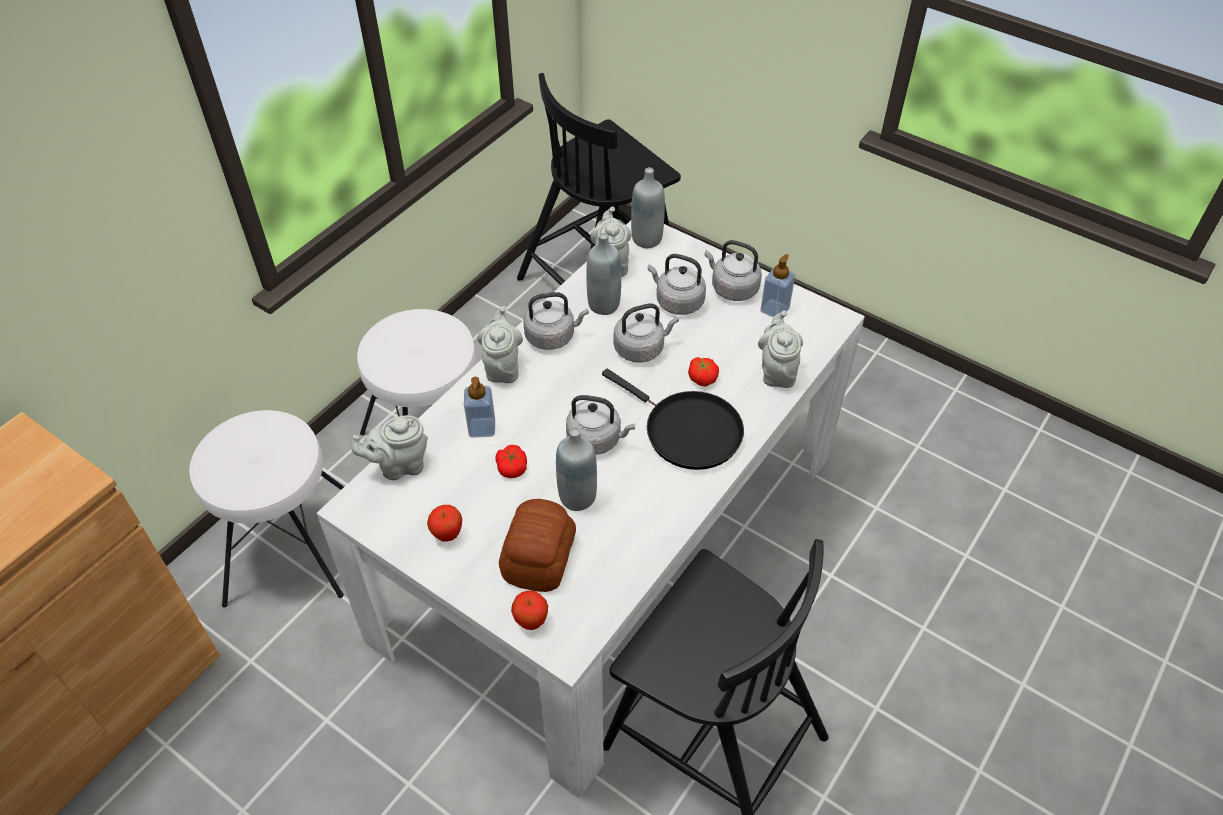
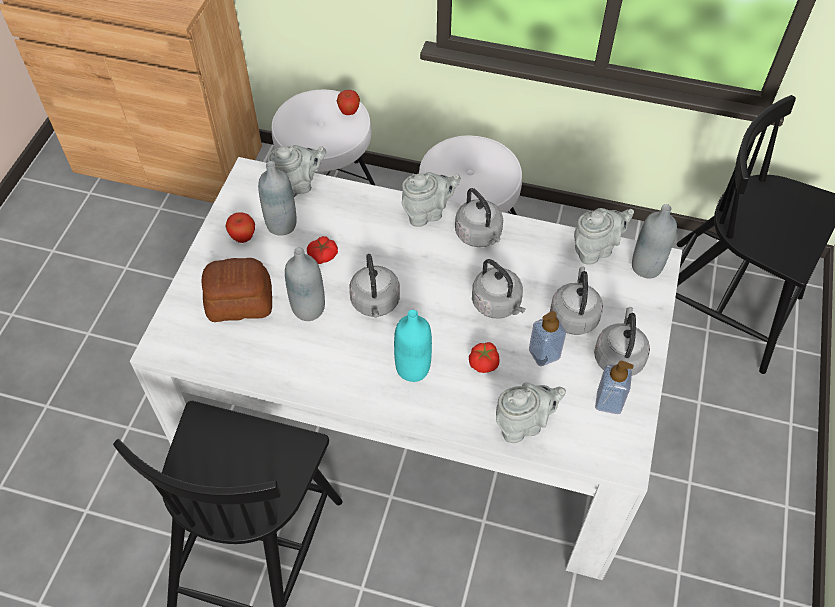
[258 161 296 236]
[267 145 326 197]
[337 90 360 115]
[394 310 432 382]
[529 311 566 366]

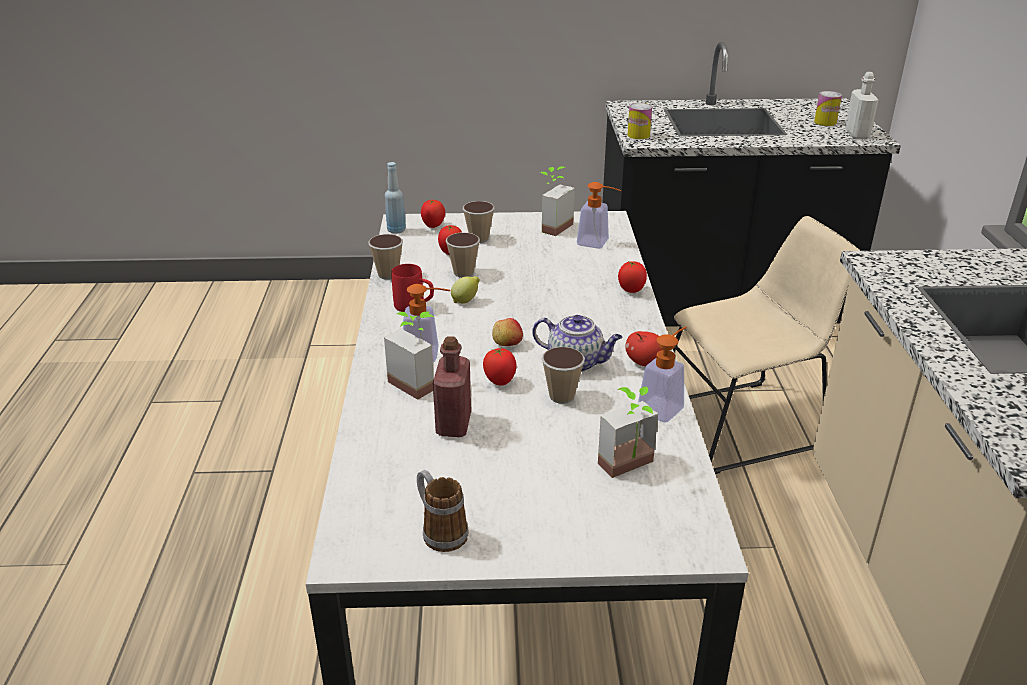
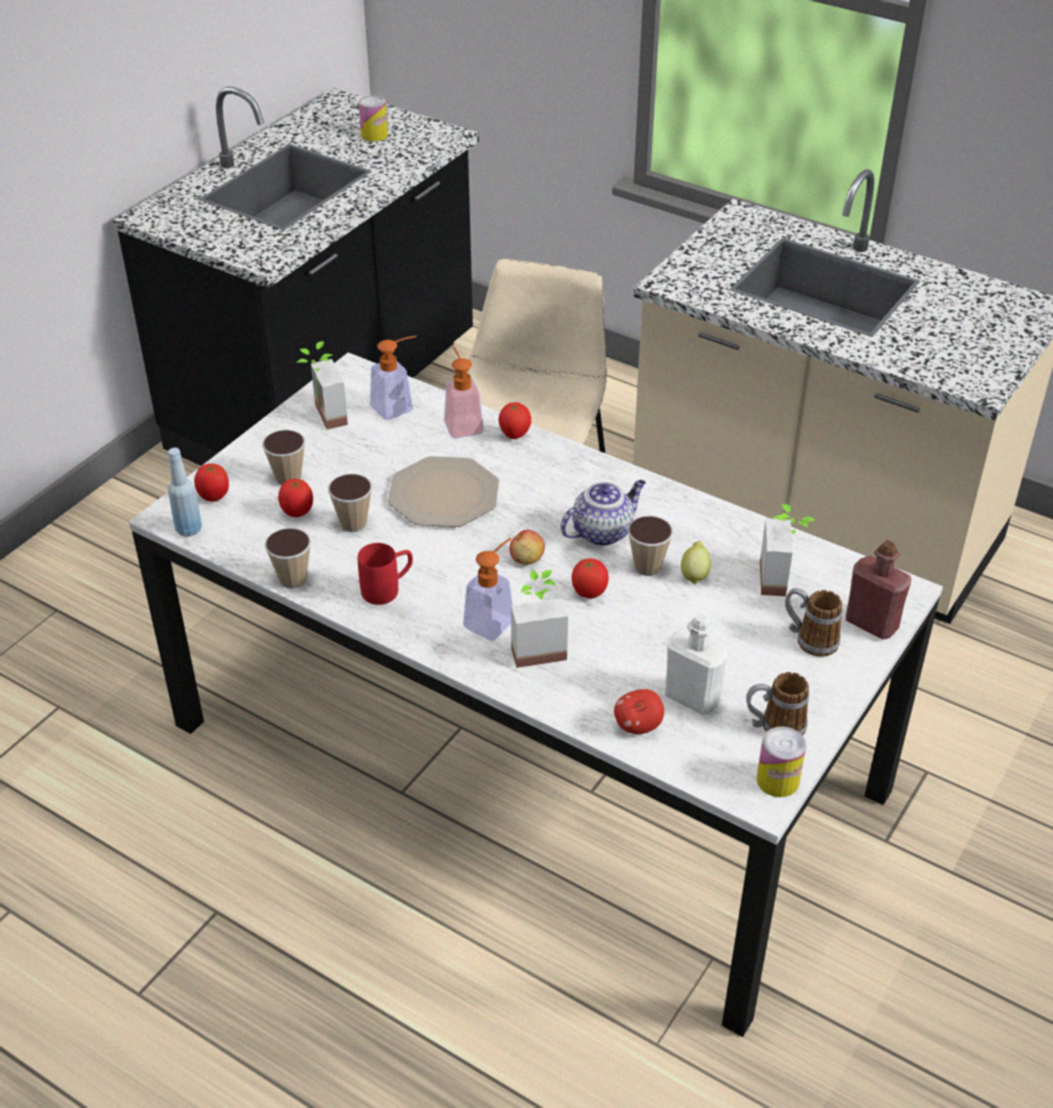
[388 456 499 527]
[444 346 484 439]
[614 689 664 734]
[665 613 728 715]
[681 541 711 585]
[757 726 806 797]
[785 588 842 657]
[846 540 912 640]

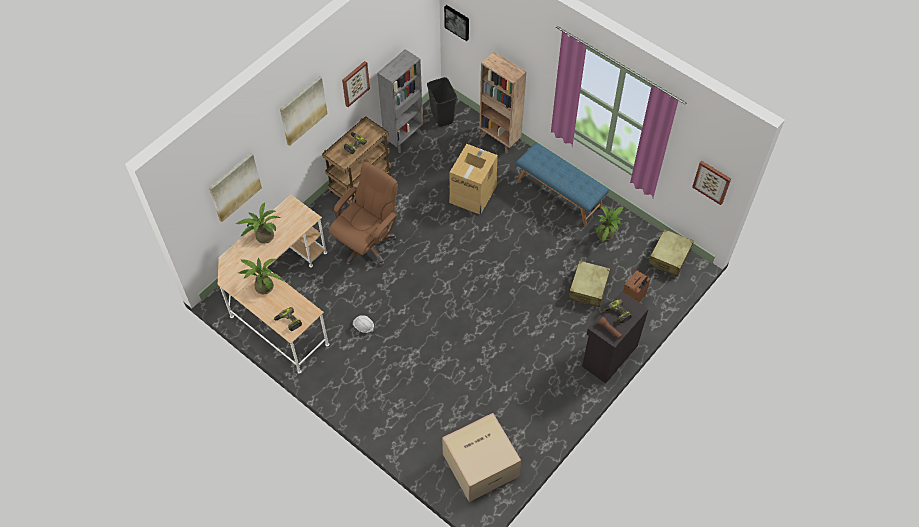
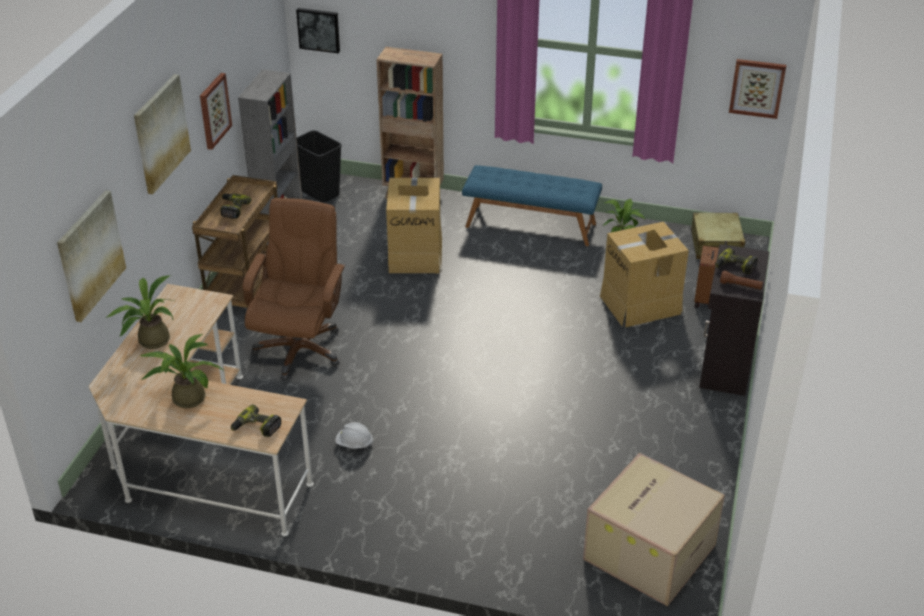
[600 222 689 327]

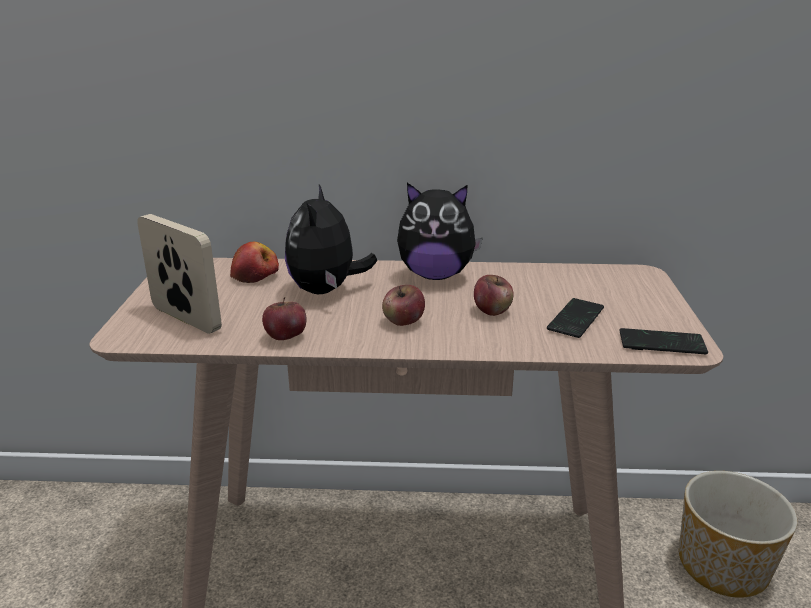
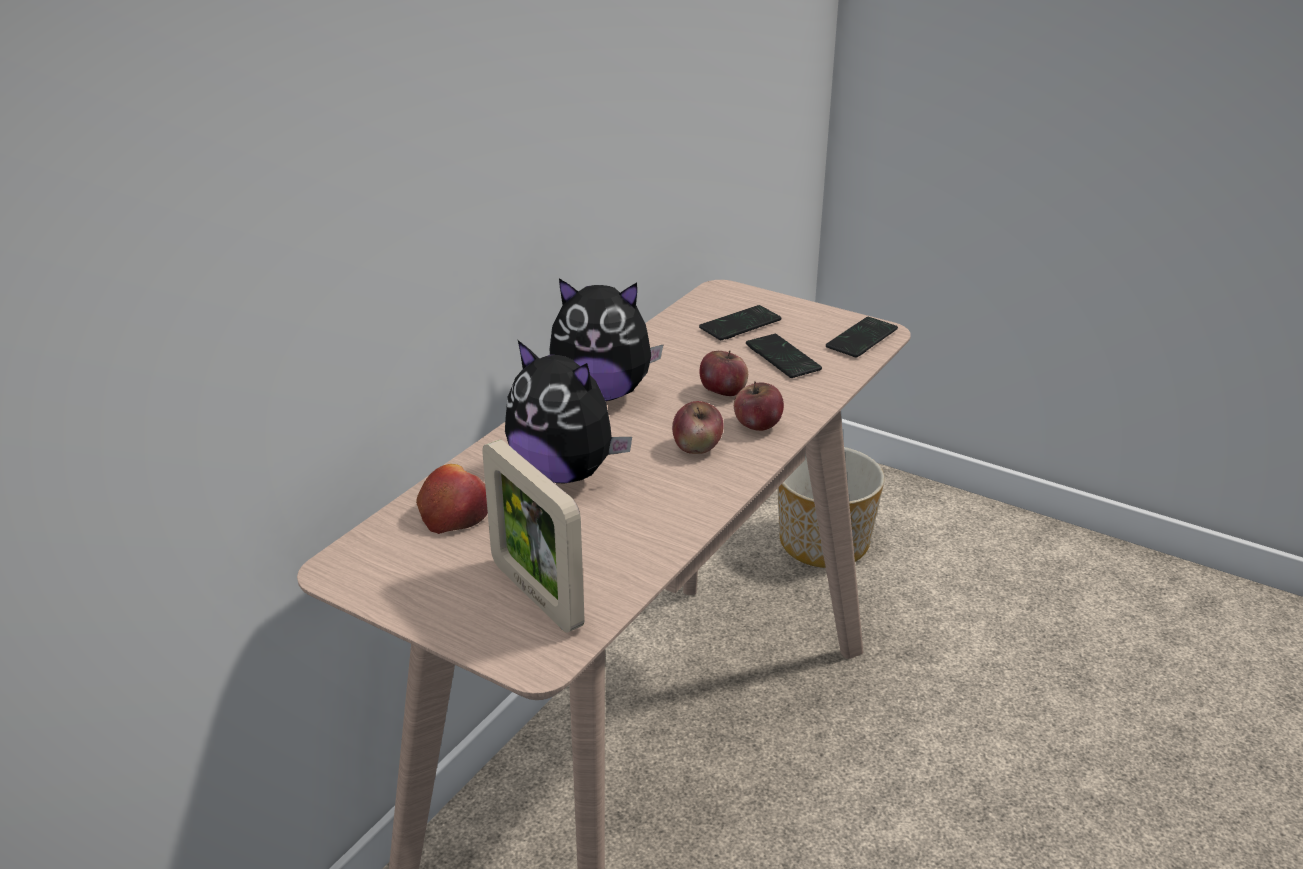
[482 439 585 633]
[549 278 664 401]
[699 305 782 340]
[734 381 784 431]

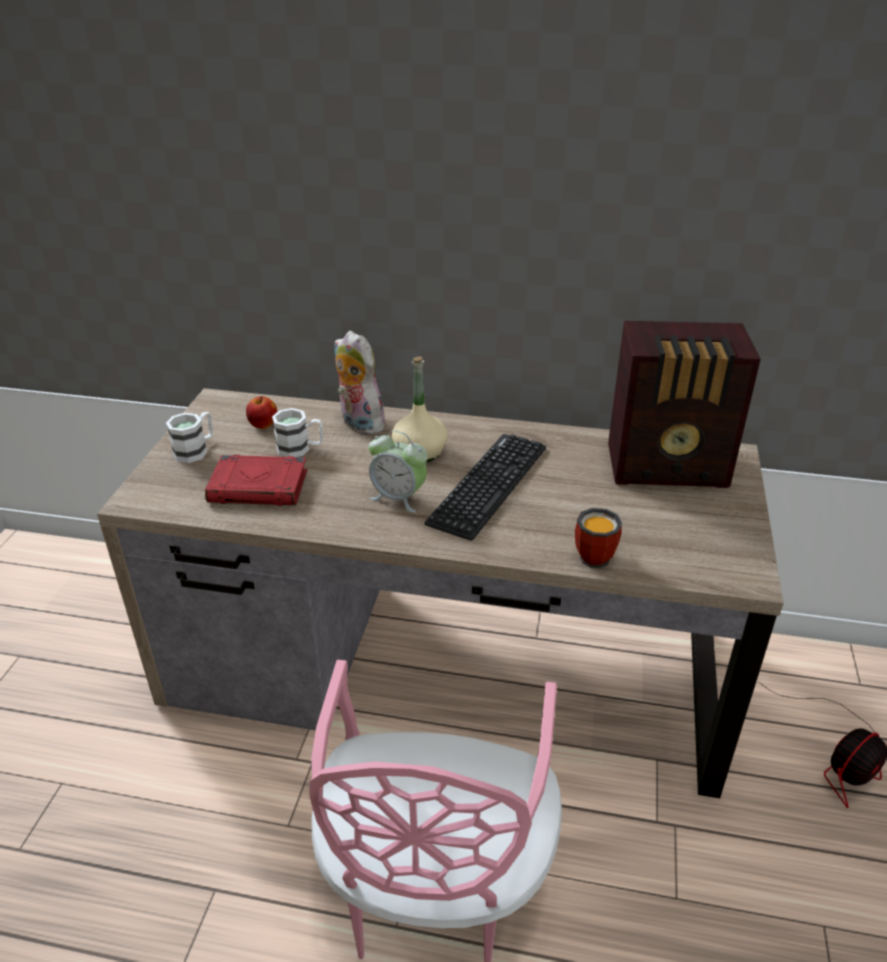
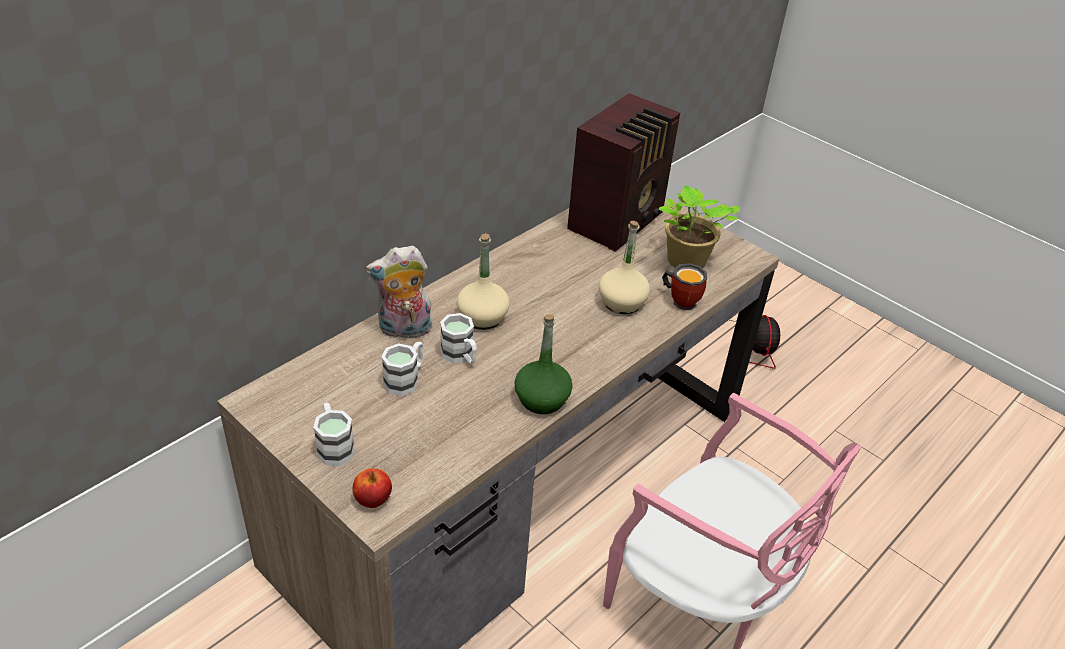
[353 468 392 508]
[440 313 477 364]
[514 314 572 414]
[599 221 650 314]
[658 185 740 268]
[205 454 307 506] (first image)
[369 430 428 513] (first image)
[425 434 546 541] (first image)

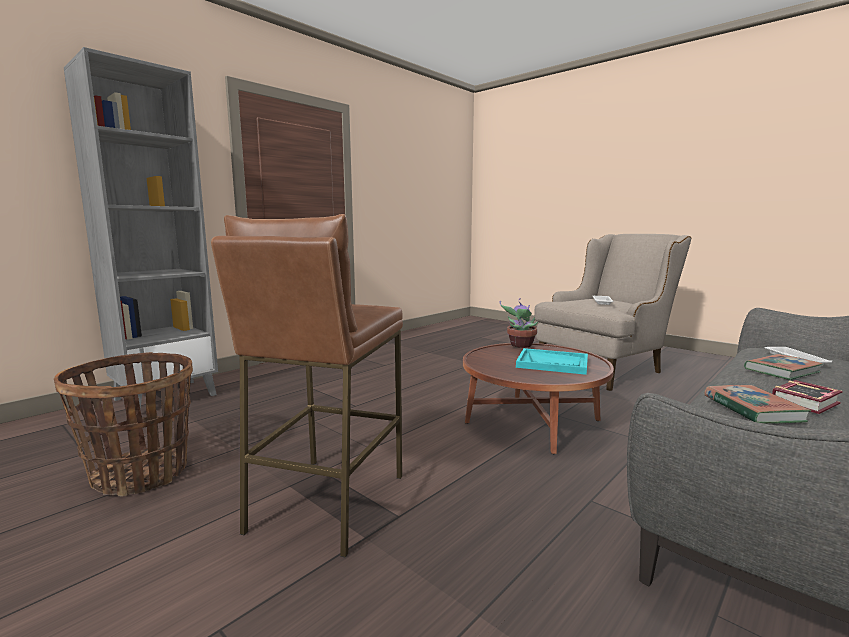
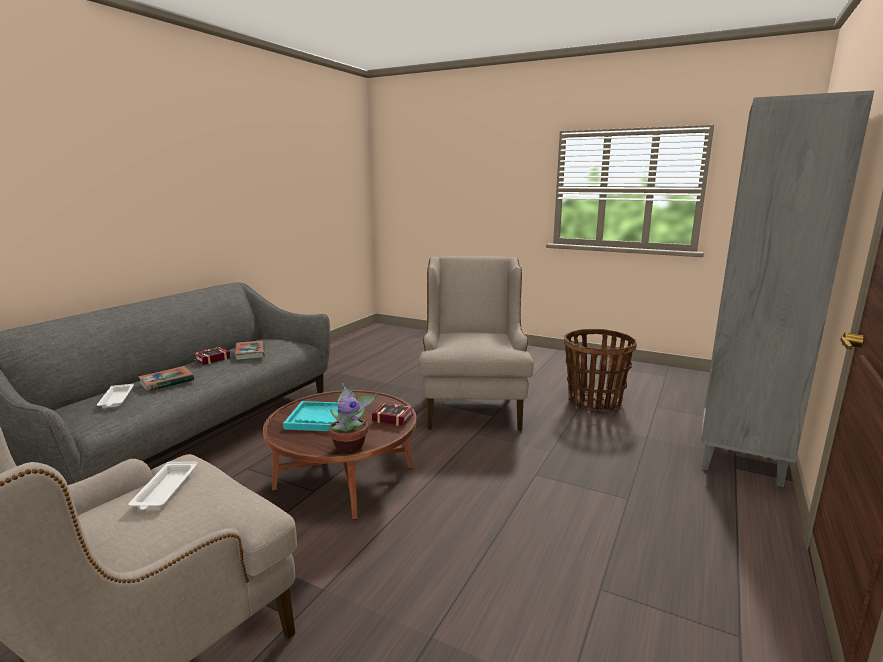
[372 403 413 426]
[419 256 534 431]

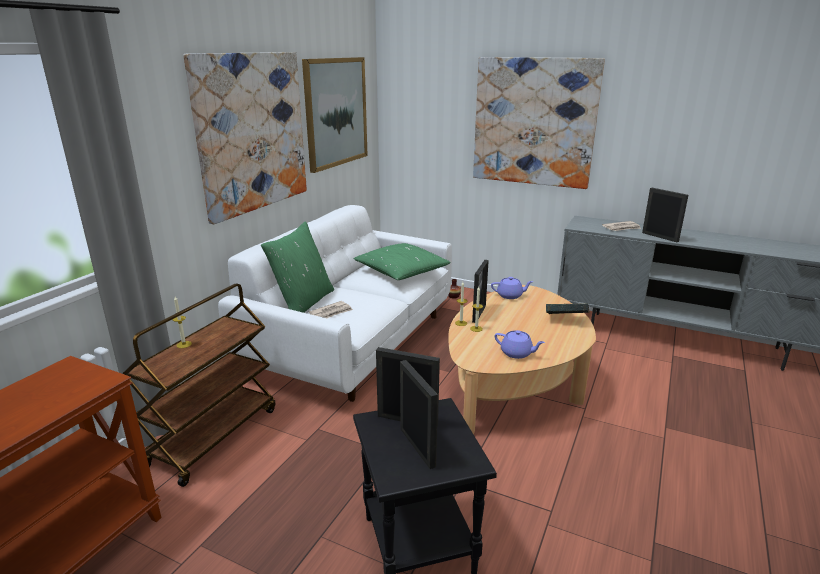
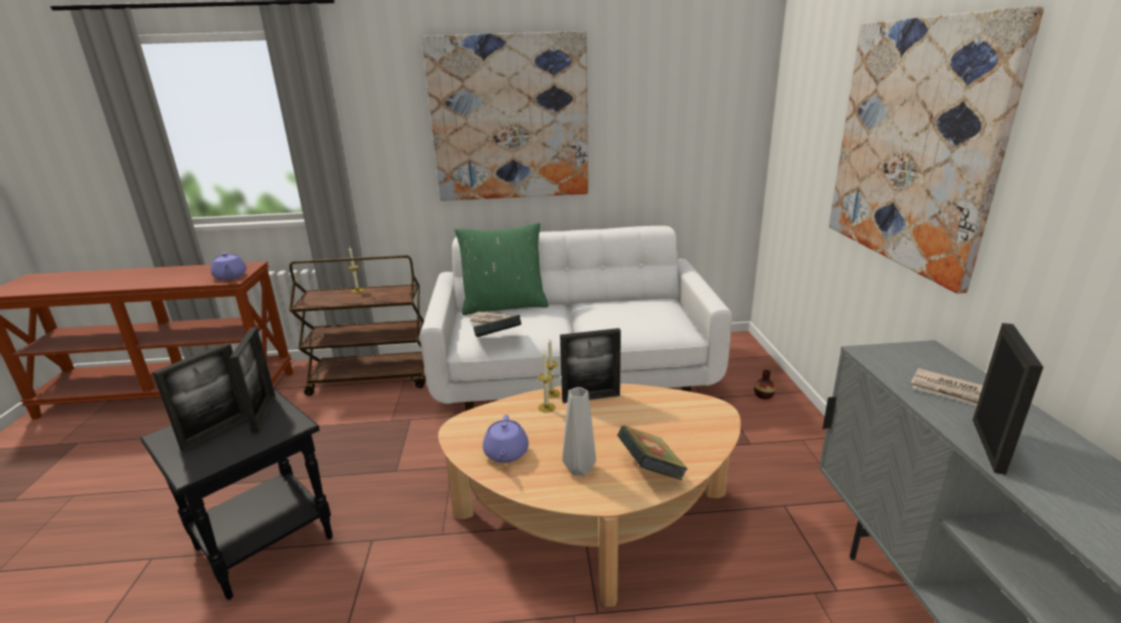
[211 252 246 280]
[473 315 521 337]
[562 387 596 476]
[302 57 368 173] (first image)
[354 243 451 280] (first image)

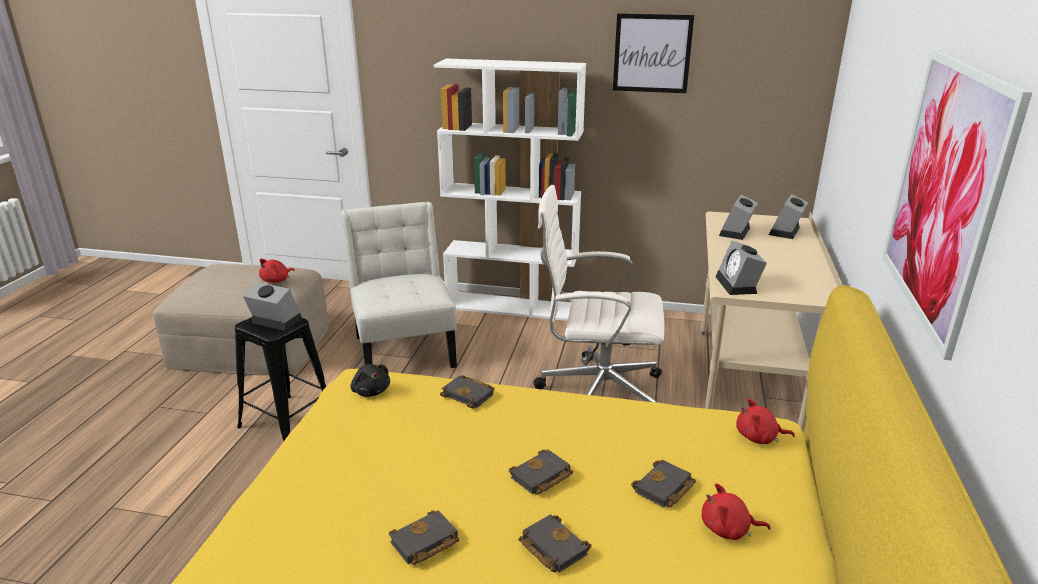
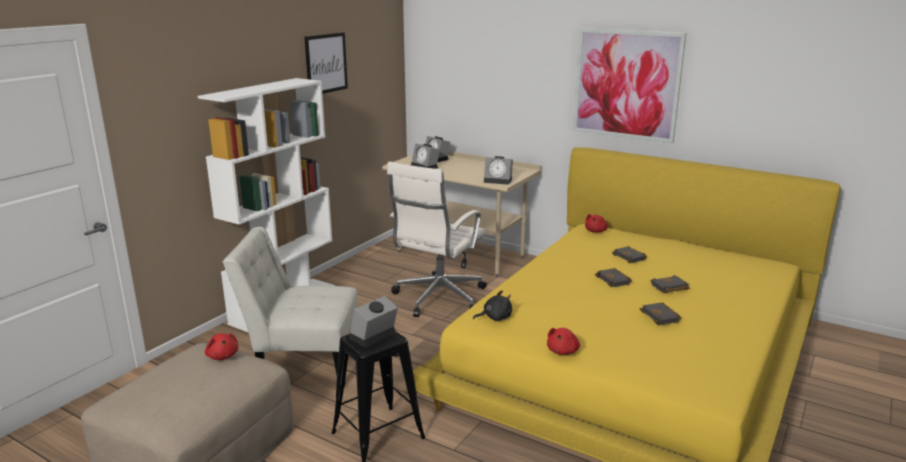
[547 328 580 355]
[440 375 495 409] (first image)

